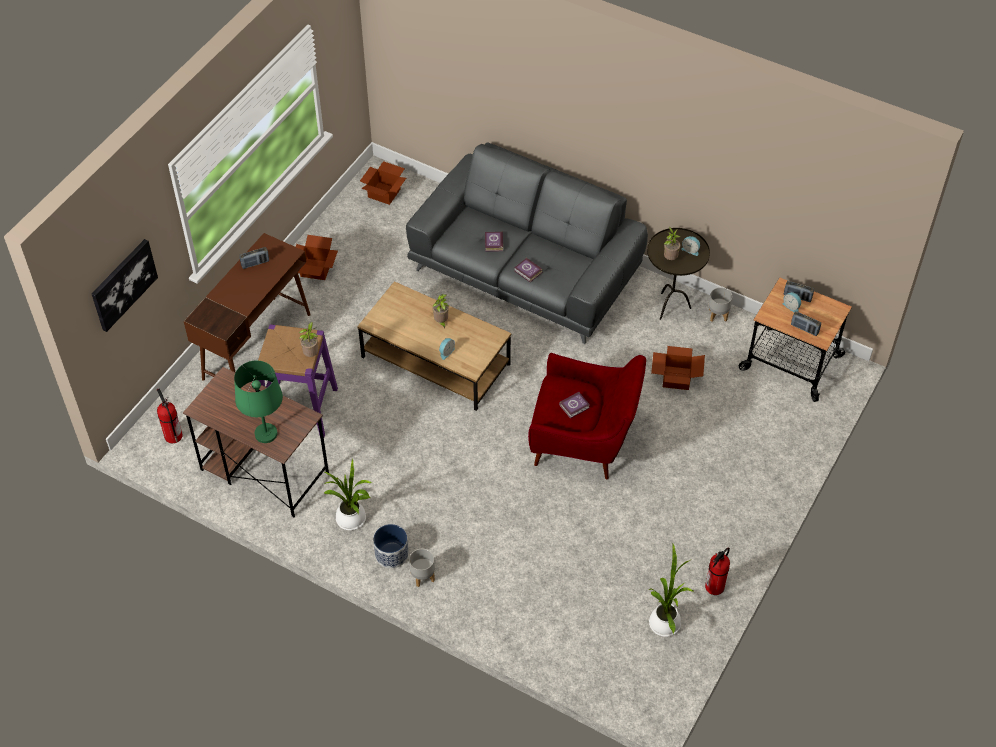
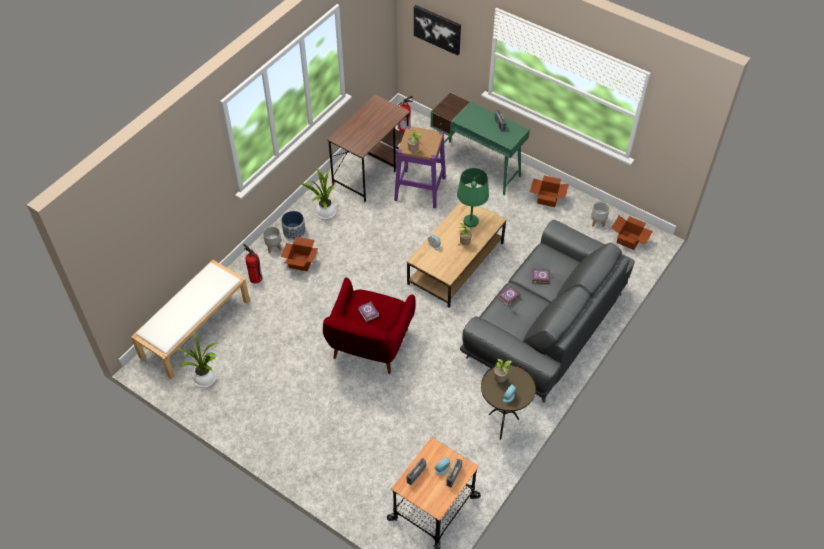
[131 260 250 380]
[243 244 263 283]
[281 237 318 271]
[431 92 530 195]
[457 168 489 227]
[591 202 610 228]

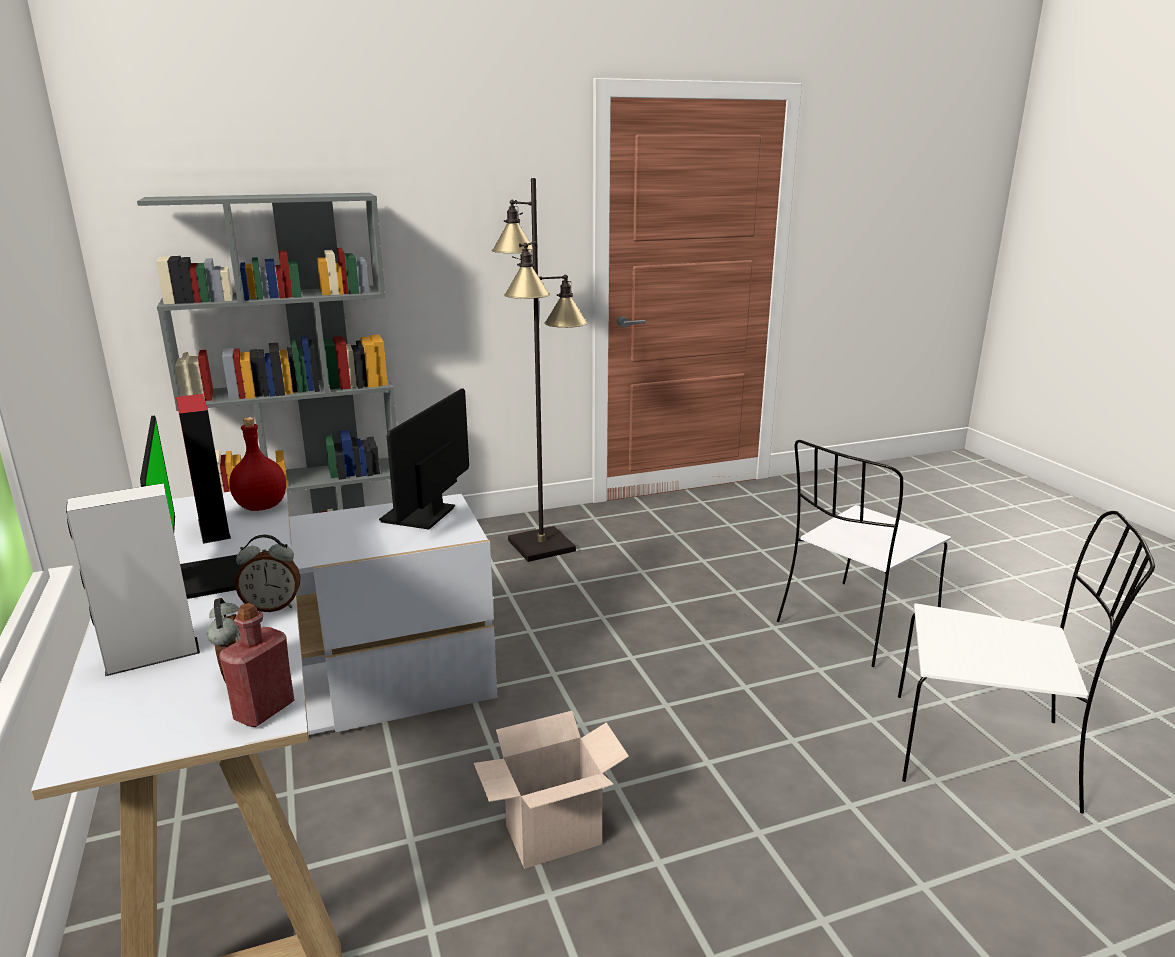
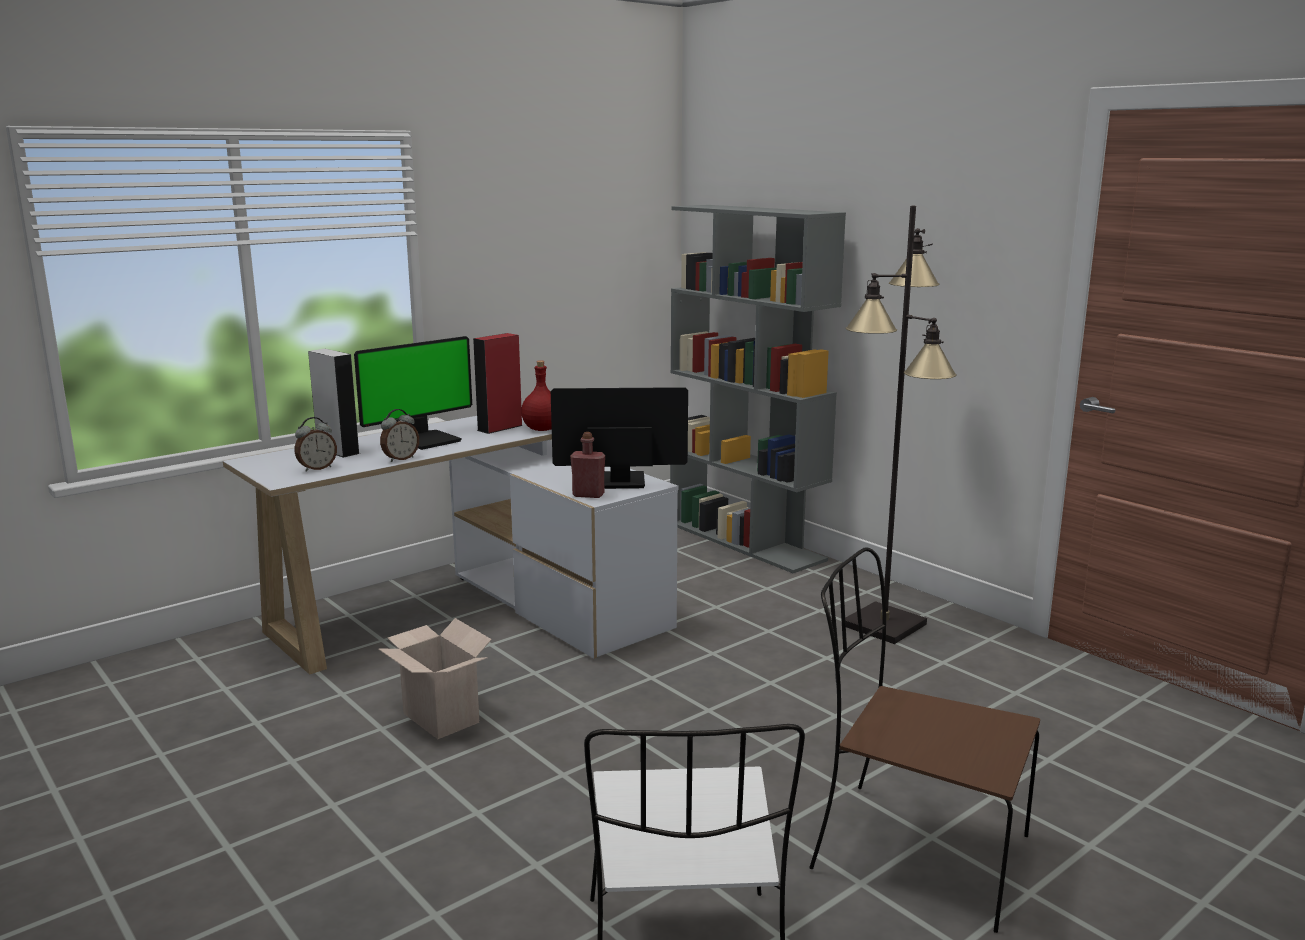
[380 409 419 462]
[570 432 605 498]
[809 547 1040 933]

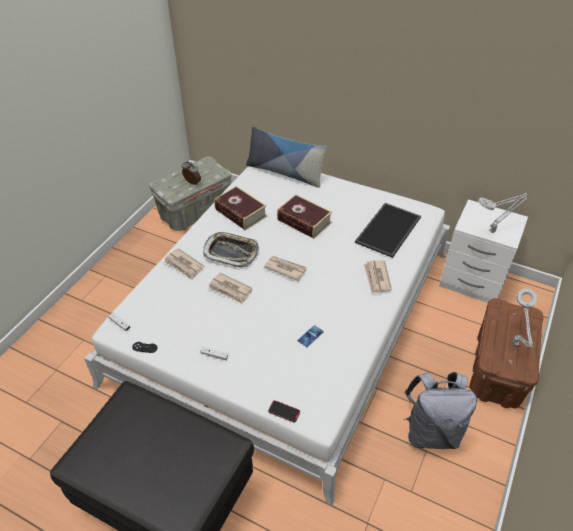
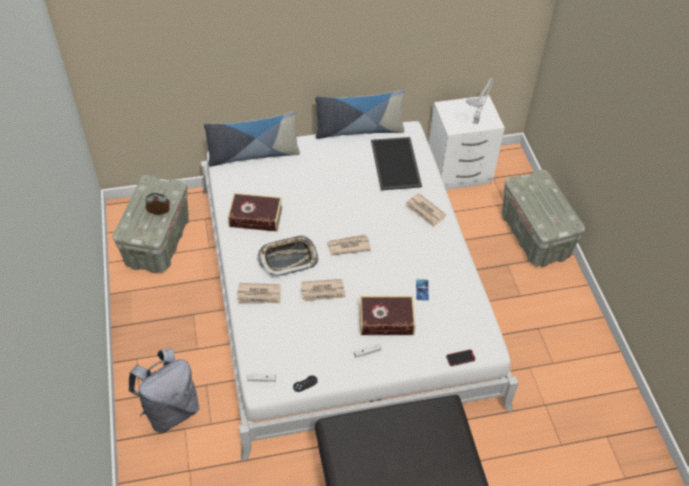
[128 348 199 433]
[315 90 405 139]
[360 296 416 335]
[502 170 585 267]
[512 288 537 347] (first image)

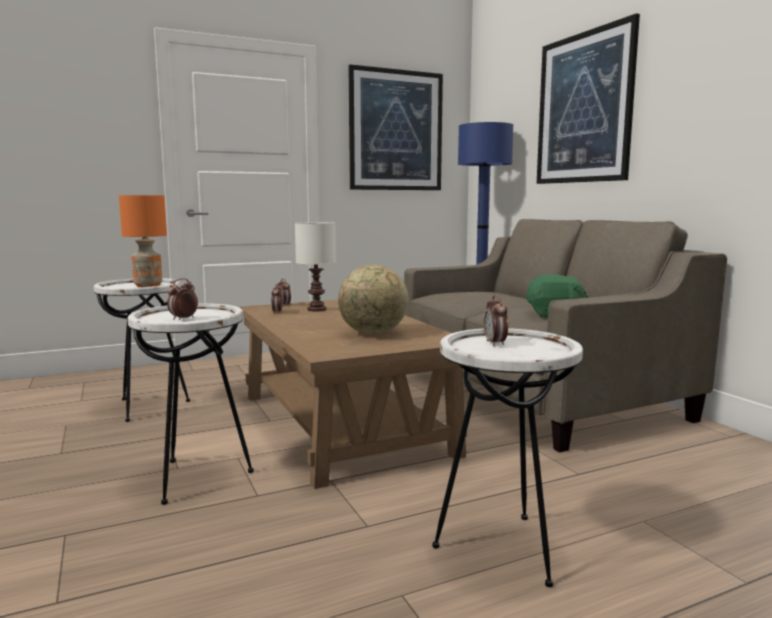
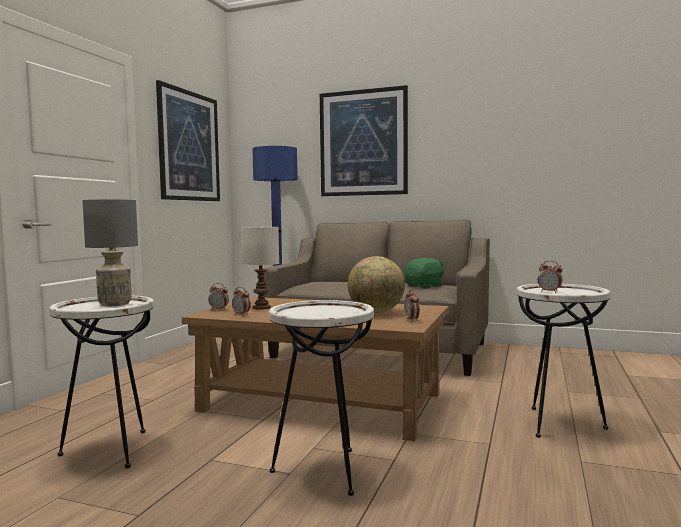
[82 199 138 306]
[404 290 420 322]

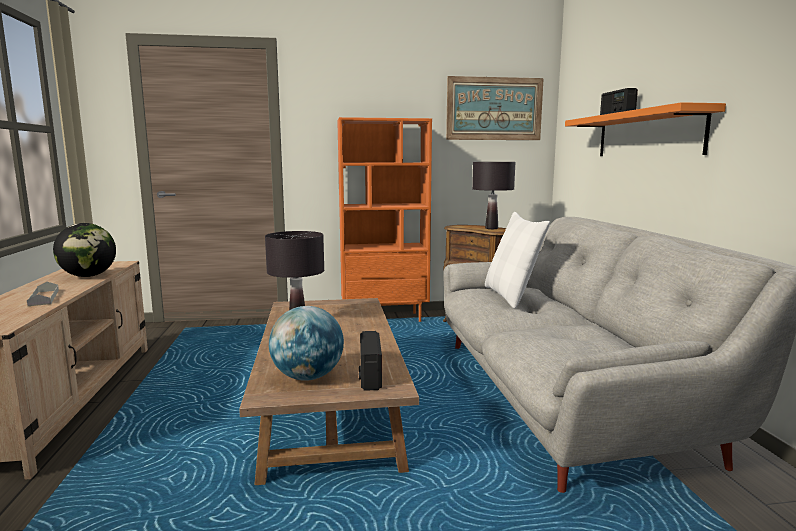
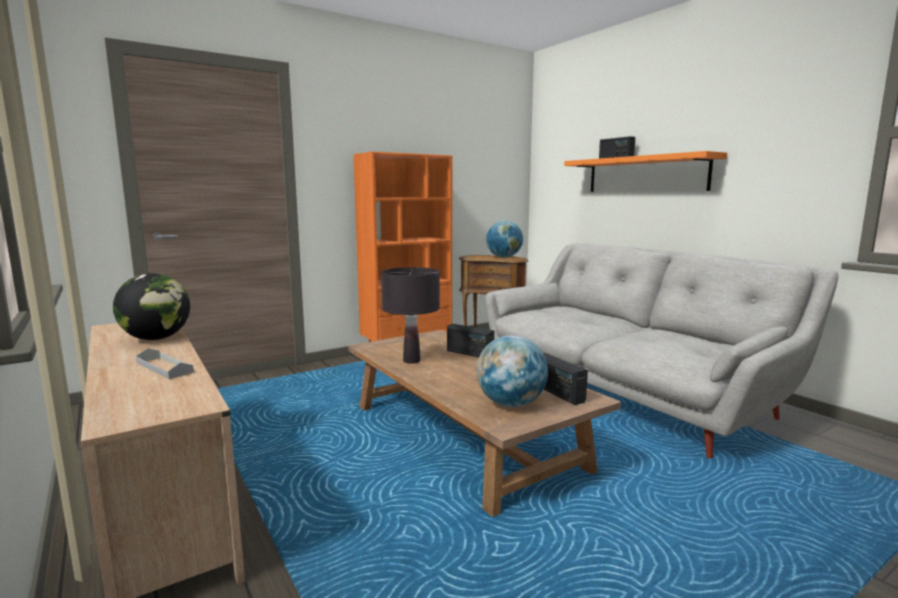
[447 324 494 357]
[486 220 523 258]
[446 76 544 140] (first image)
[485 212 550 309] (first image)

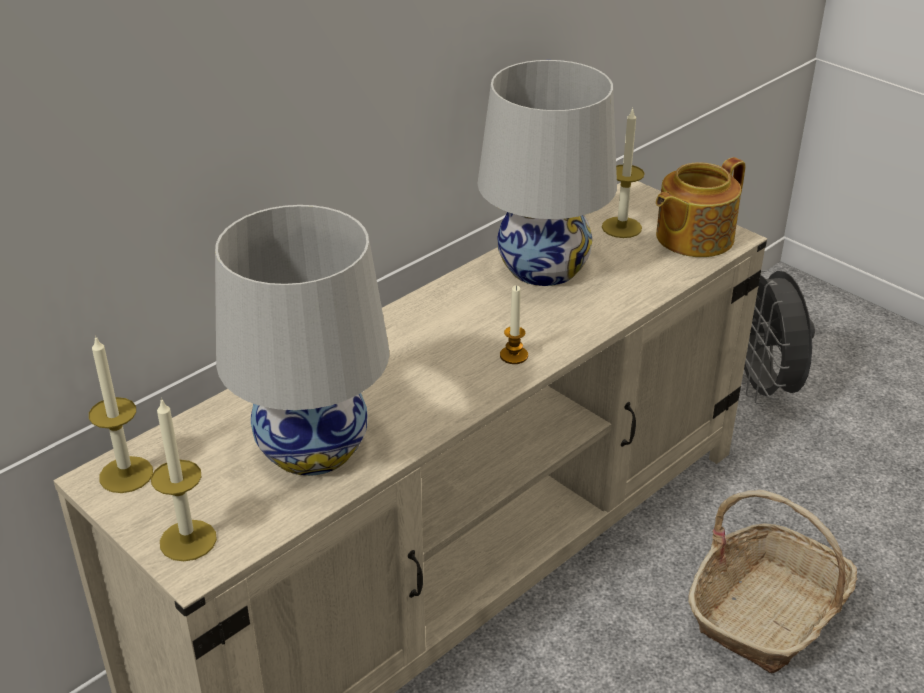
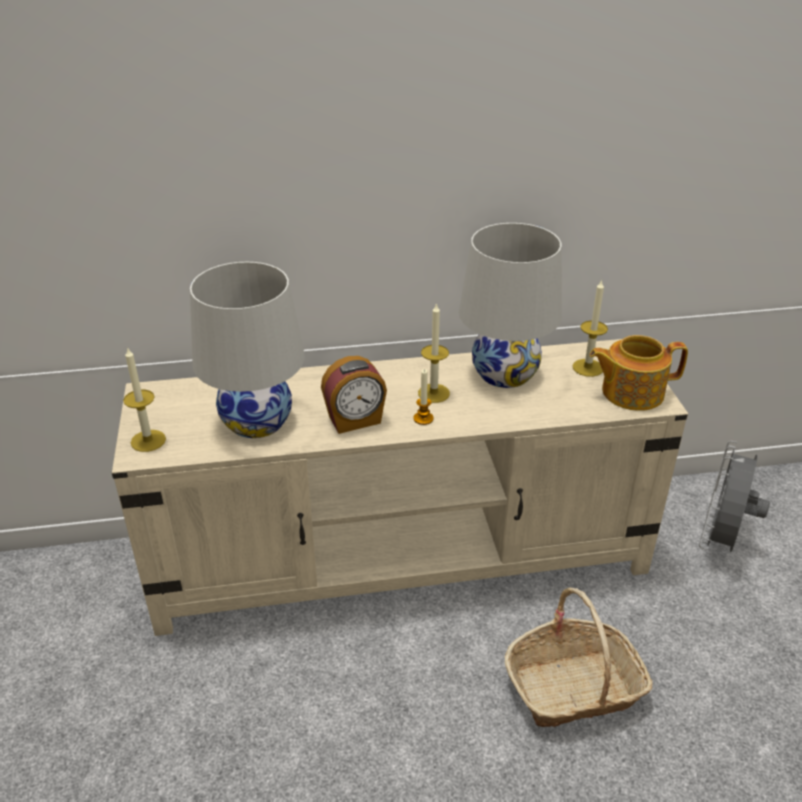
[321 356 387 434]
[418 303 450 403]

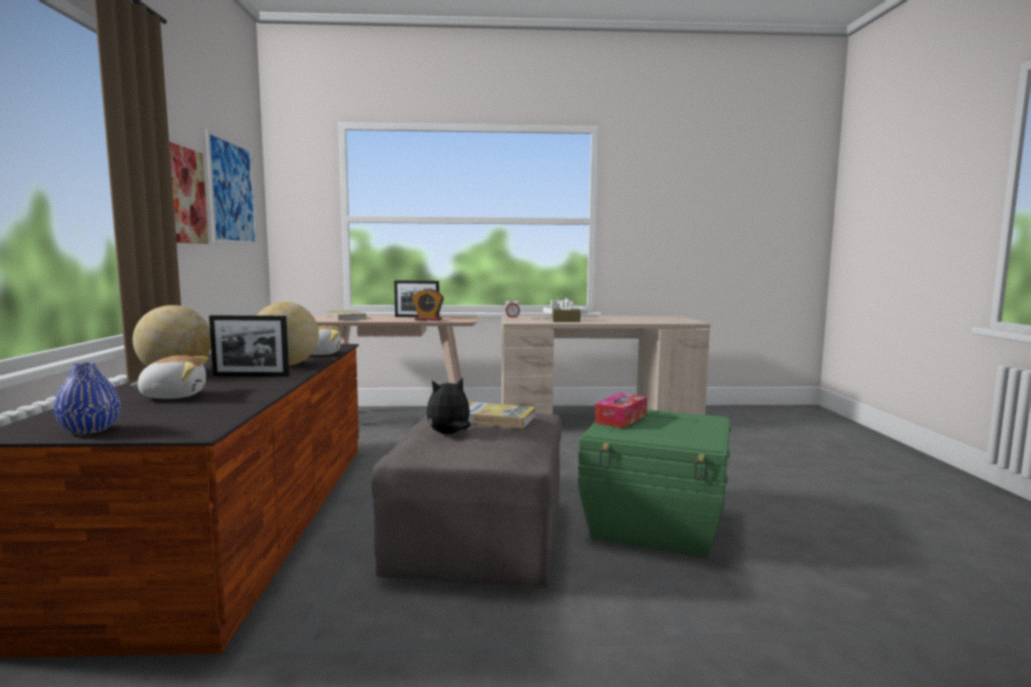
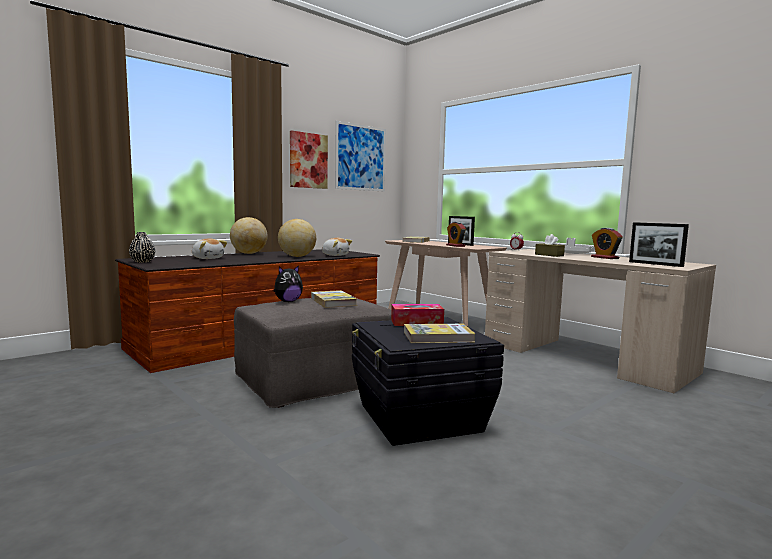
[129 232 155 262]
[273 265 303 302]
[352 317 504 446]
[404 324 475 343]
[591 228 623 259]
[629 222 689 267]

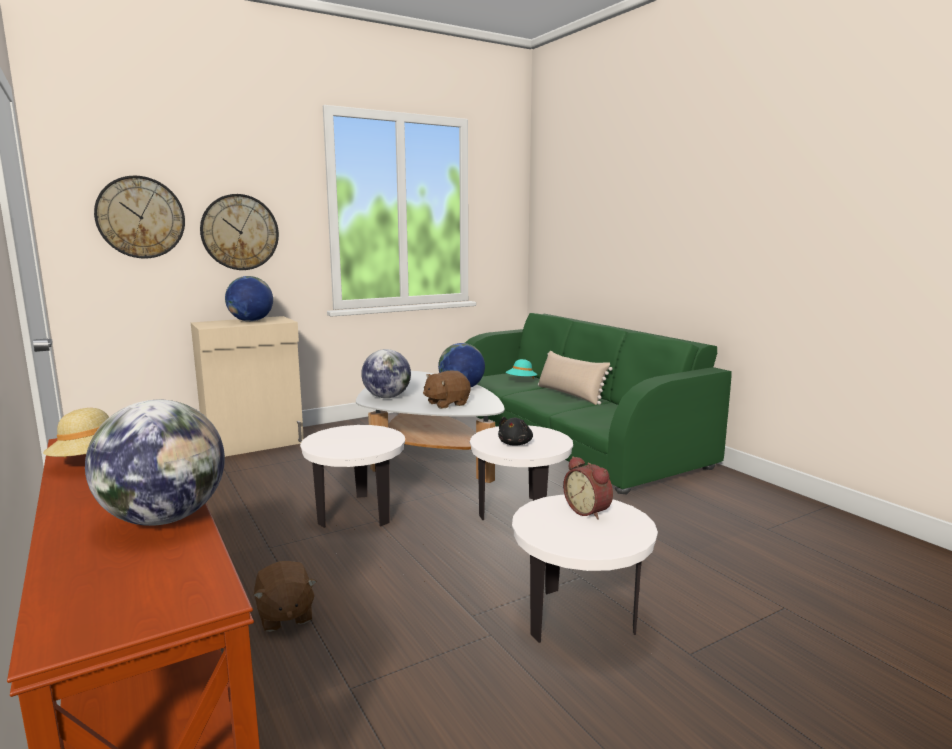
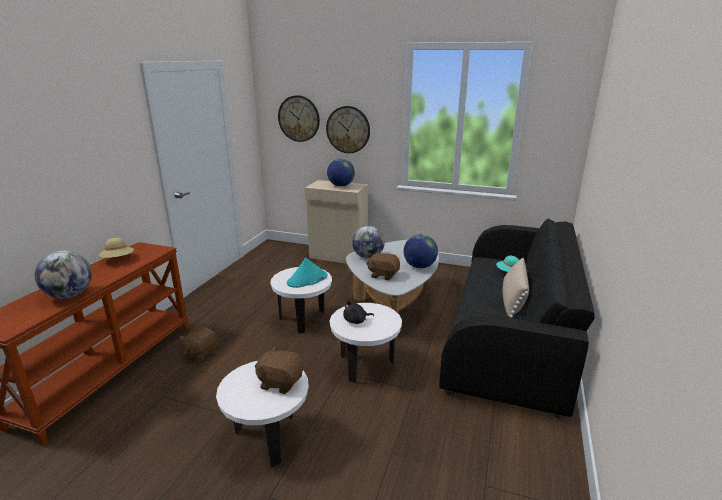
[255 347 303 394]
[287 258 327 288]
[439 219 595 419]

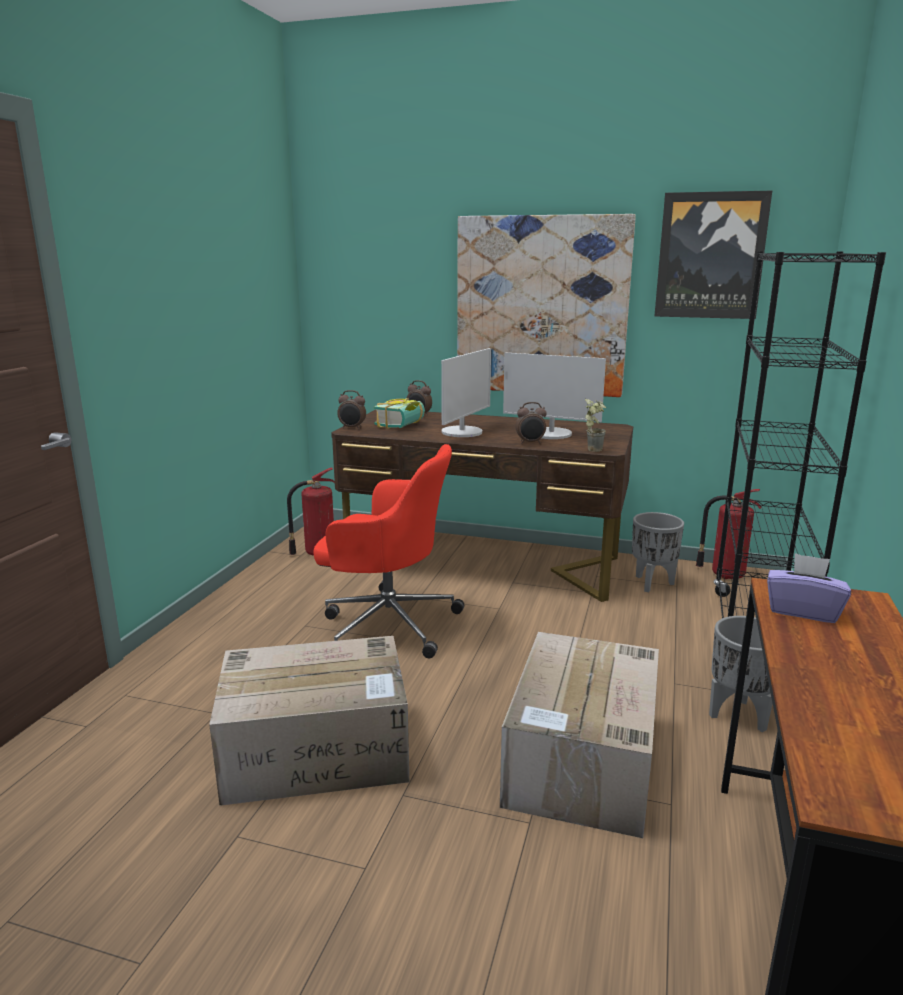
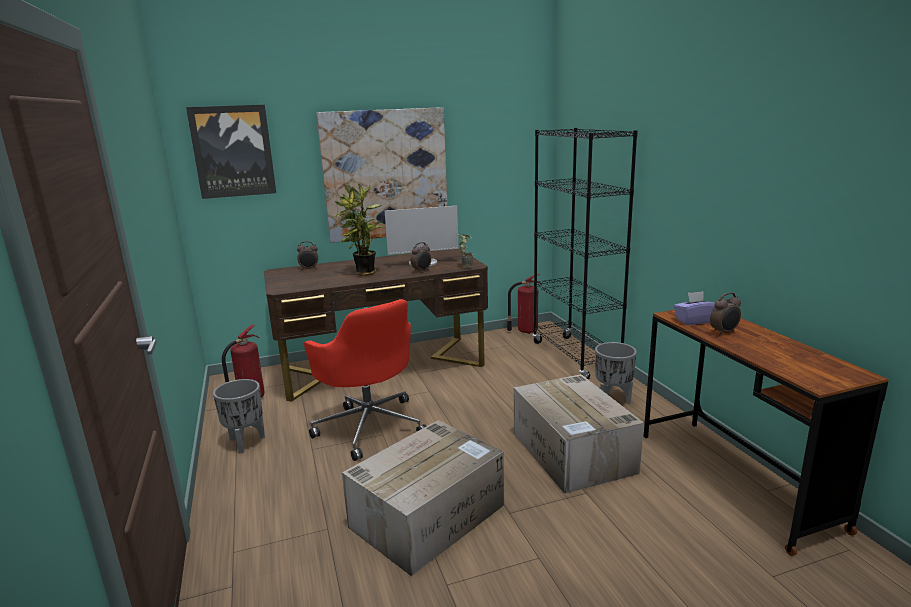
[186 105 276 199]
[213 379 265 453]
[304 299 426 461]
[333 184 383 276]
[710 292 741 335]
[374 398 425 429] (first image)

